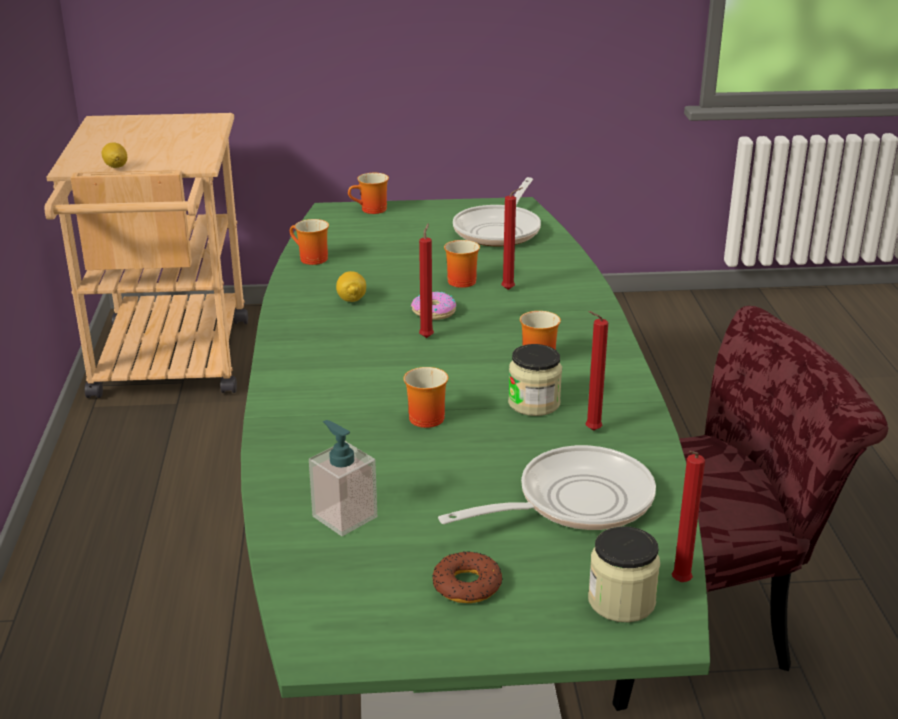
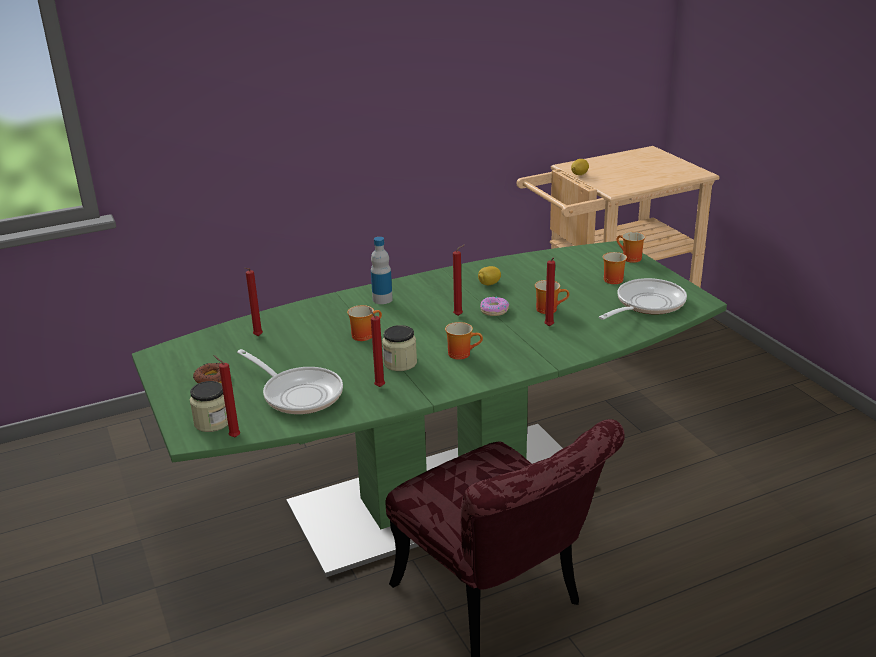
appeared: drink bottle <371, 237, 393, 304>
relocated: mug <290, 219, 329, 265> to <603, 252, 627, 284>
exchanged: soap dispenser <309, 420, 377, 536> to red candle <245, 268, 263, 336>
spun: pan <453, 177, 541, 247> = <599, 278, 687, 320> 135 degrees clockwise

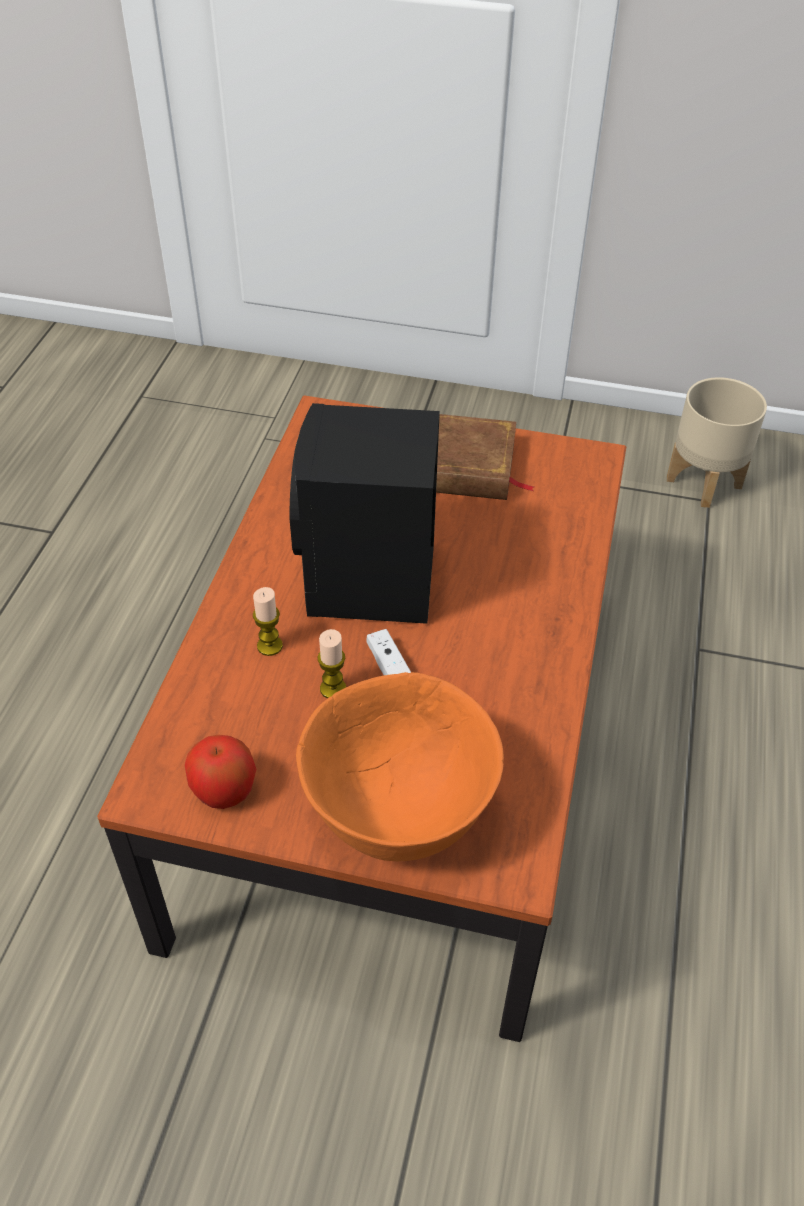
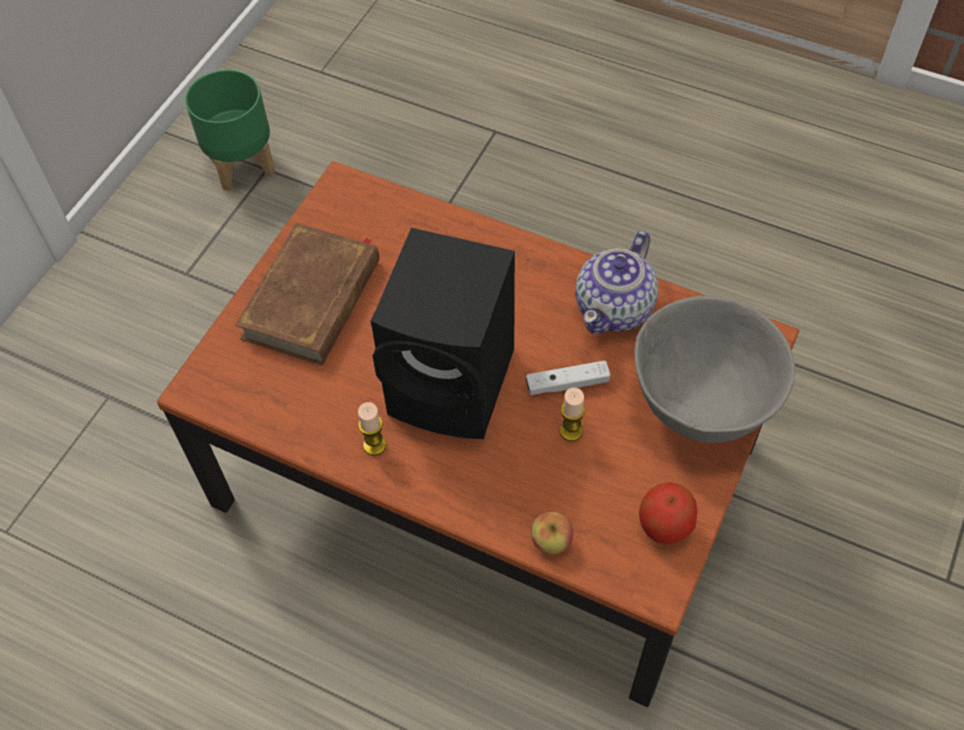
appeared: whole apple <531, 512, 573, 555>; pot for tea <575, 231, 658, 334>
relocated: candle <253, 587, 283, 656> to <358, 402, 386, 456>
colour: orangey serving bowl <296, 672, 504, 862> to grey serving bowl <635, 296, 795, 443>; beige planter <667, 377, 767, 508> to green planter <185, 69, 276, 191>

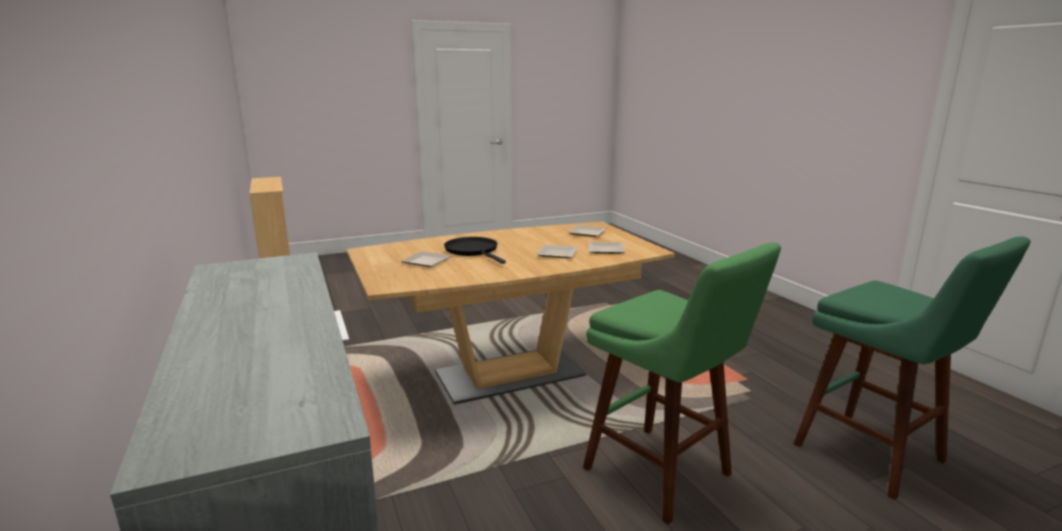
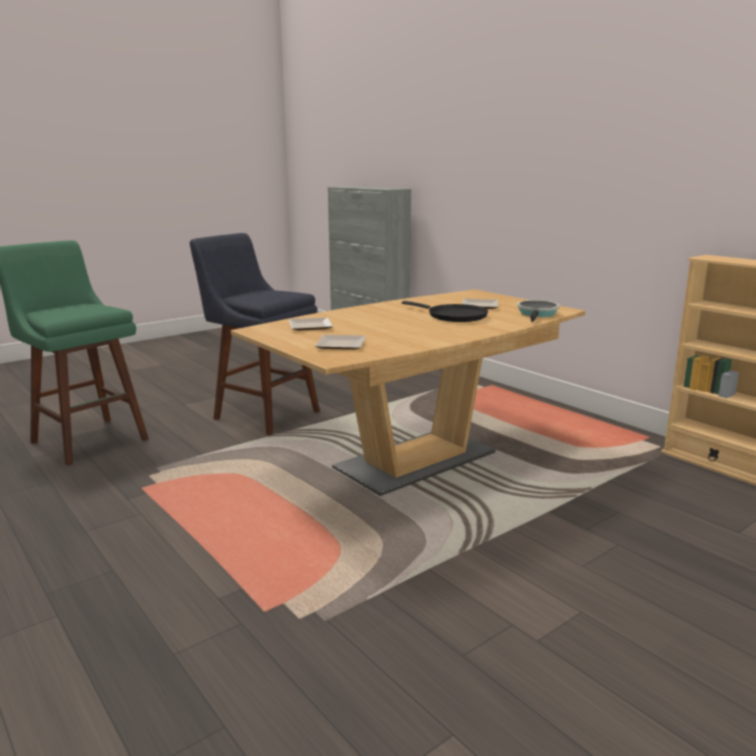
missing: plate <537, 245, 578, 258>
appeared: pan <517, 300, 560, 322>
colour: green stool seat <583, 242, 781, 525> to blue-coloured stool seat <190, 233, 320, 435>

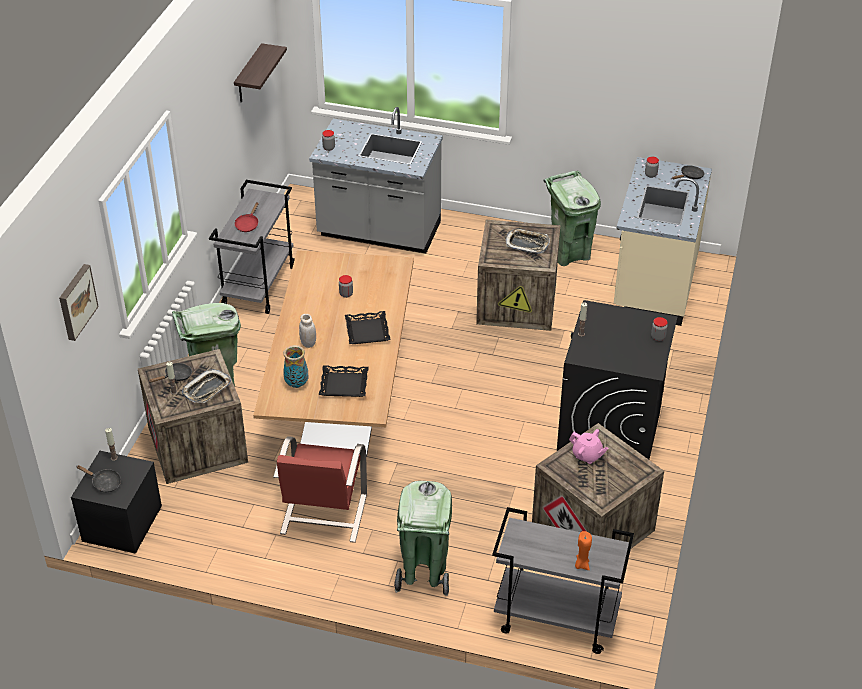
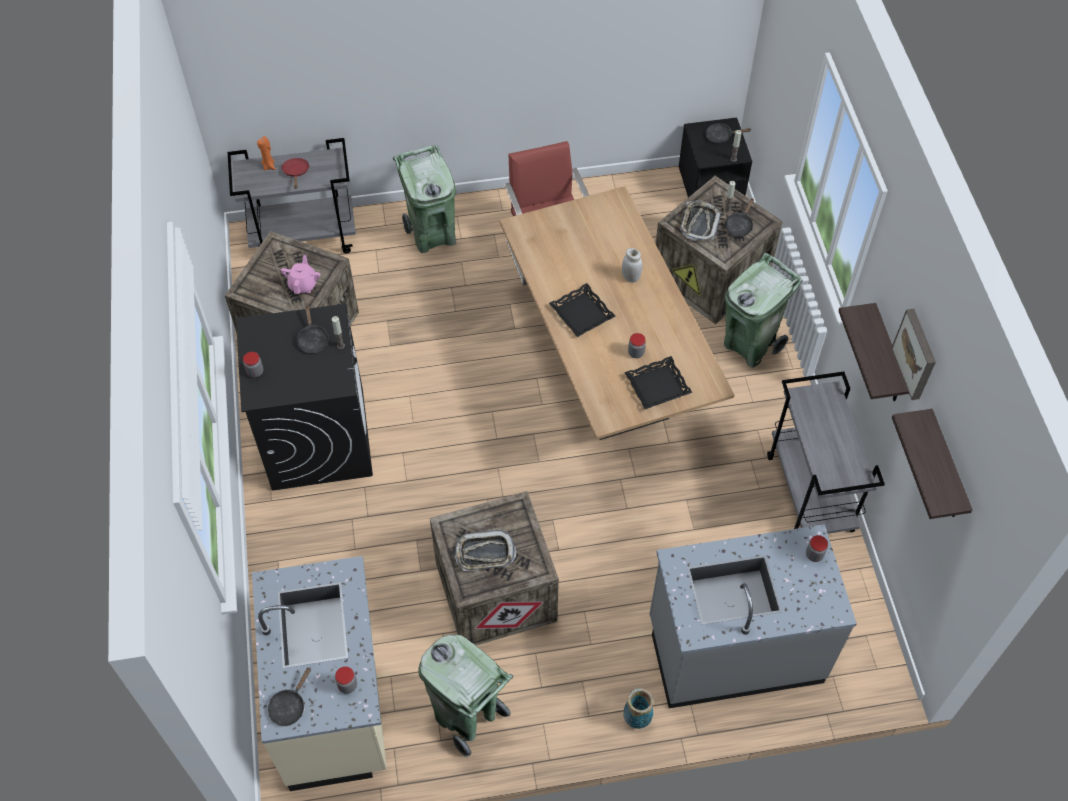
appeared: black pan <297, 305, 329, 353>; bracket shelf <839, 303, 909, 401>
relocated: picture <59, 264, 99, 341> to <891, 309, 936, 400>; red pan <235, 202, 259, 232> to <281, 158, 310, 189>; flower vase <283, 345, 308, 388> to <623, 688, 654, 729>; black carrying tray <319, 365, 369, 397> to <624, 356, 692, 409>
spun: pink-coloured pot for tea <569, 429, 608, 464> = <281, 255, 320, 294> 90 degrees clockwise

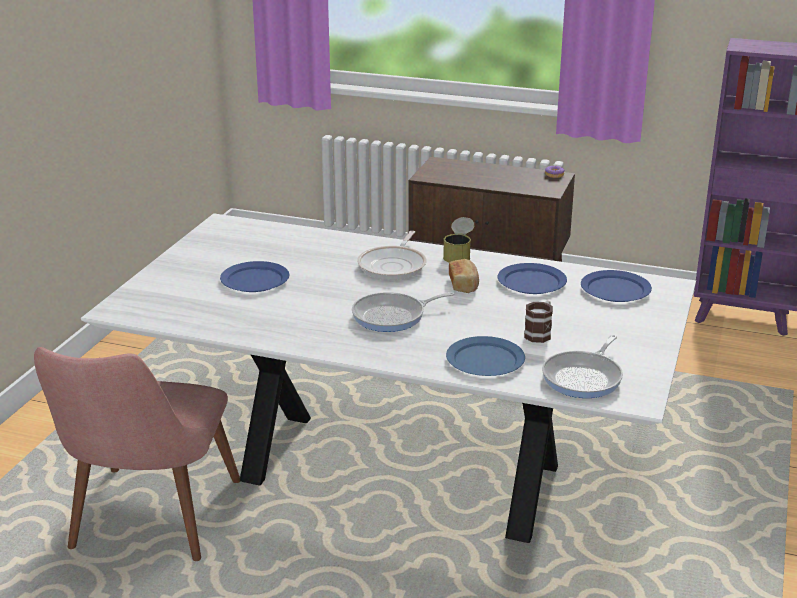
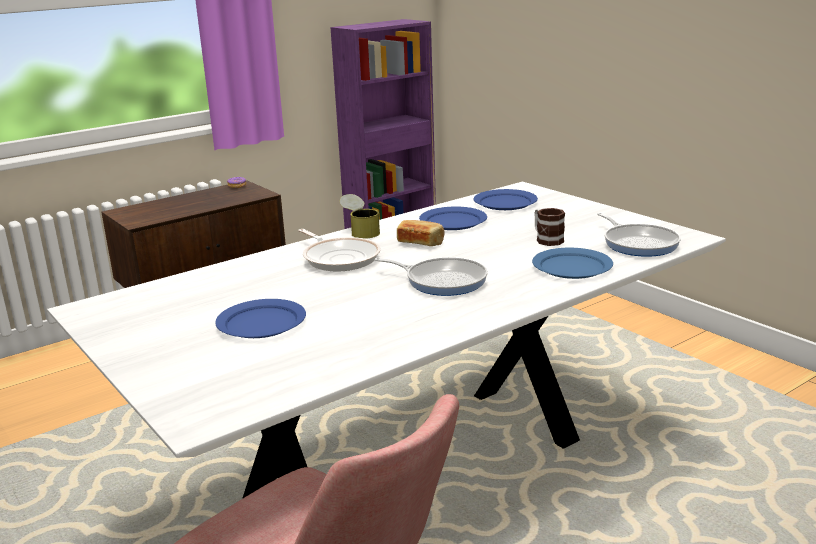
spun: pan <352, 292, 454, 332> = <375, 257, 488, 296> 75 degrees counterclockwise

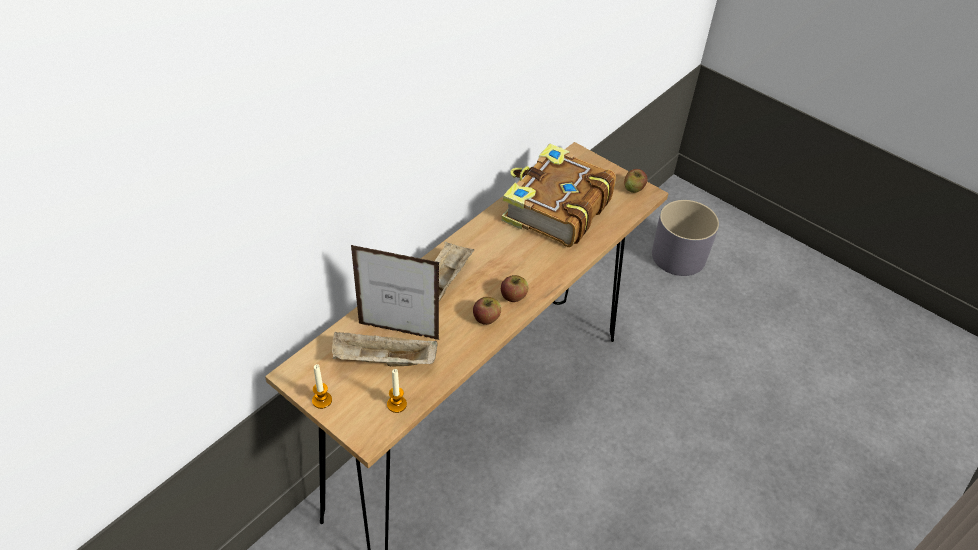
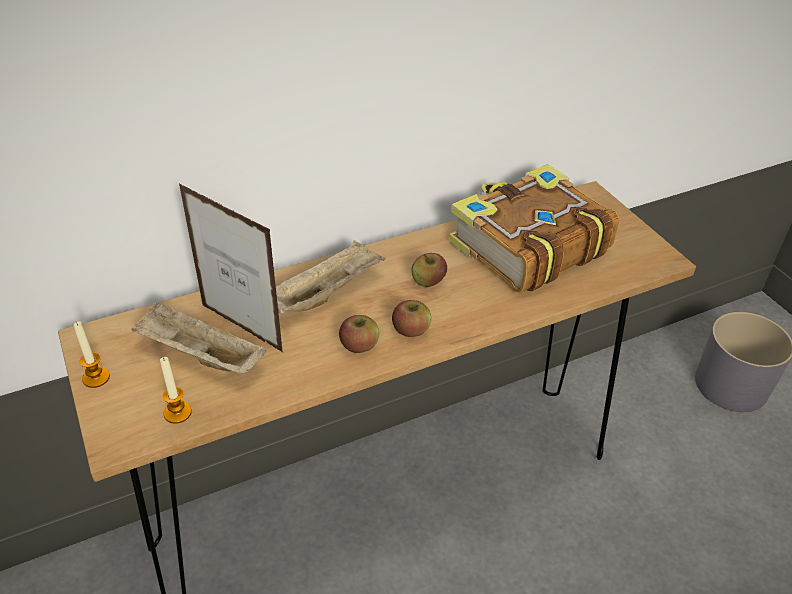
relocated: whole apple <624, 169, 648, 193> to <411, 253, 447, 287>

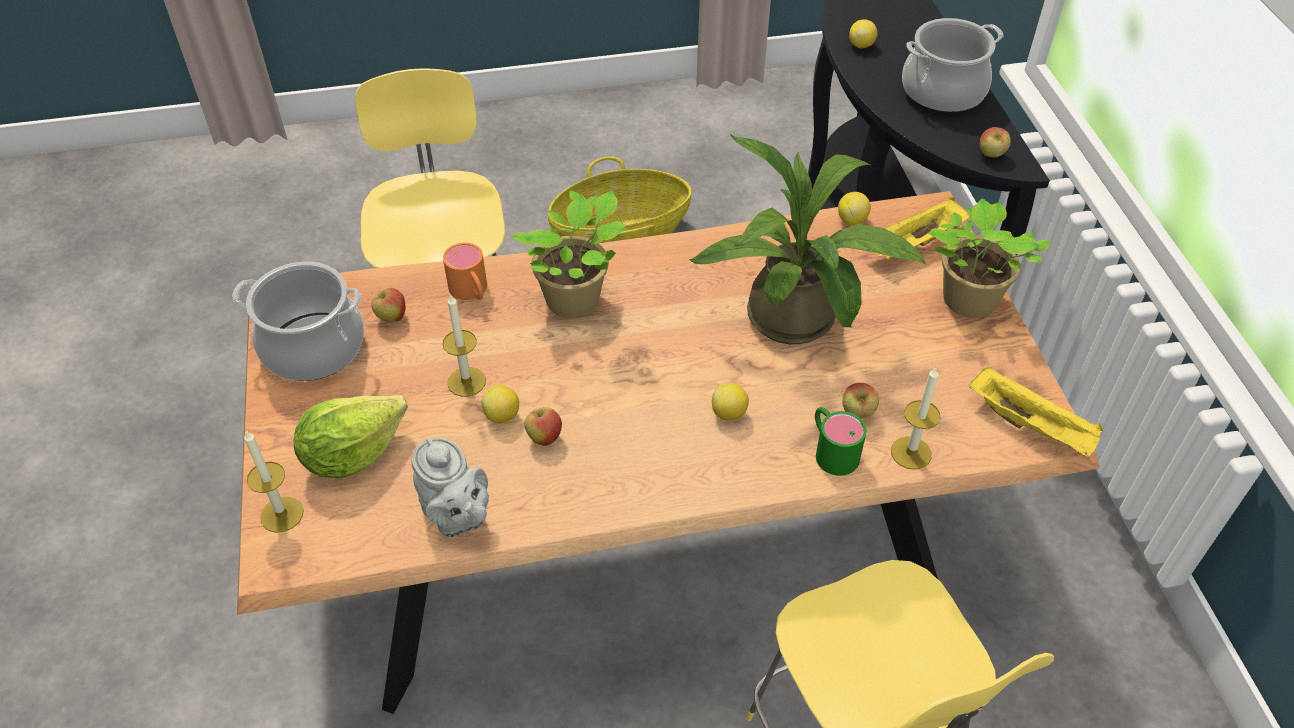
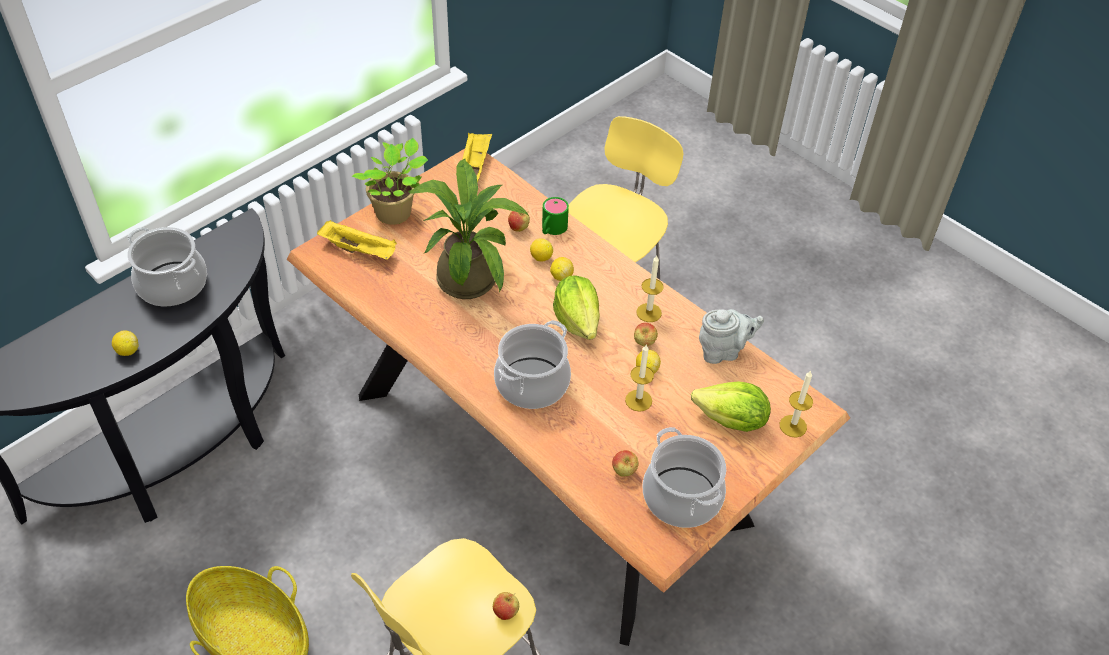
missing: orangey mug <443, 243, 487, 300>
appeared: head of lettuce <553, 275, 600, 340>
relocated: citrus fruit <838, 192, 871, 225> to <530, 238, 553, 261>; candle <891, 368, 940, 470> to <636, 256, 664, 322>; whole apple <980, 127, 1011, 157> to <493, 592, 519, 620>
exchanged: plant in a pot <510, 190, 625, 318> to cooking pot <494, 320, 571, 409>
spun: grey pot for tea <411, 437, 489, 537> = <699, 309, 764, 364> 60 degrees clockwise

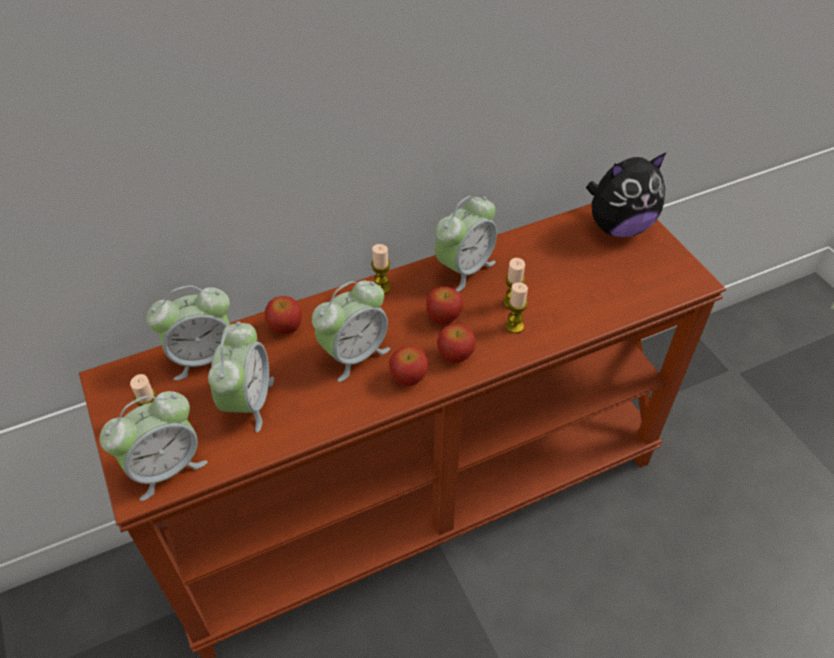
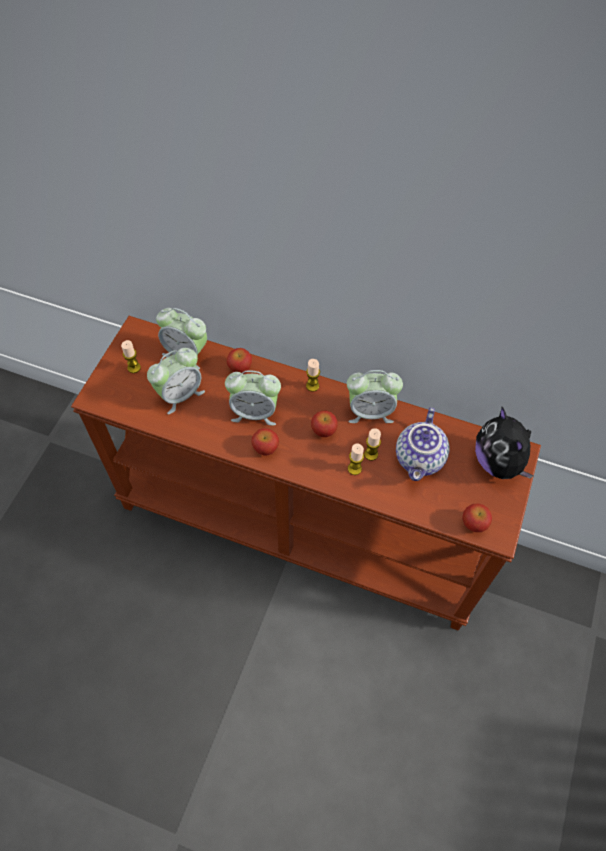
missing: bedside clock <100, 391, 207, 501>
appeared: pot for tea <396, 407, 449, 481>
relocated: whole apple <437, 324, 476, 363> to <463, 503, 492, 532>
spun: cuddly toy <586, 153, 666, 237> = <475, 407, 534, 479> 45 degrees clockwise

